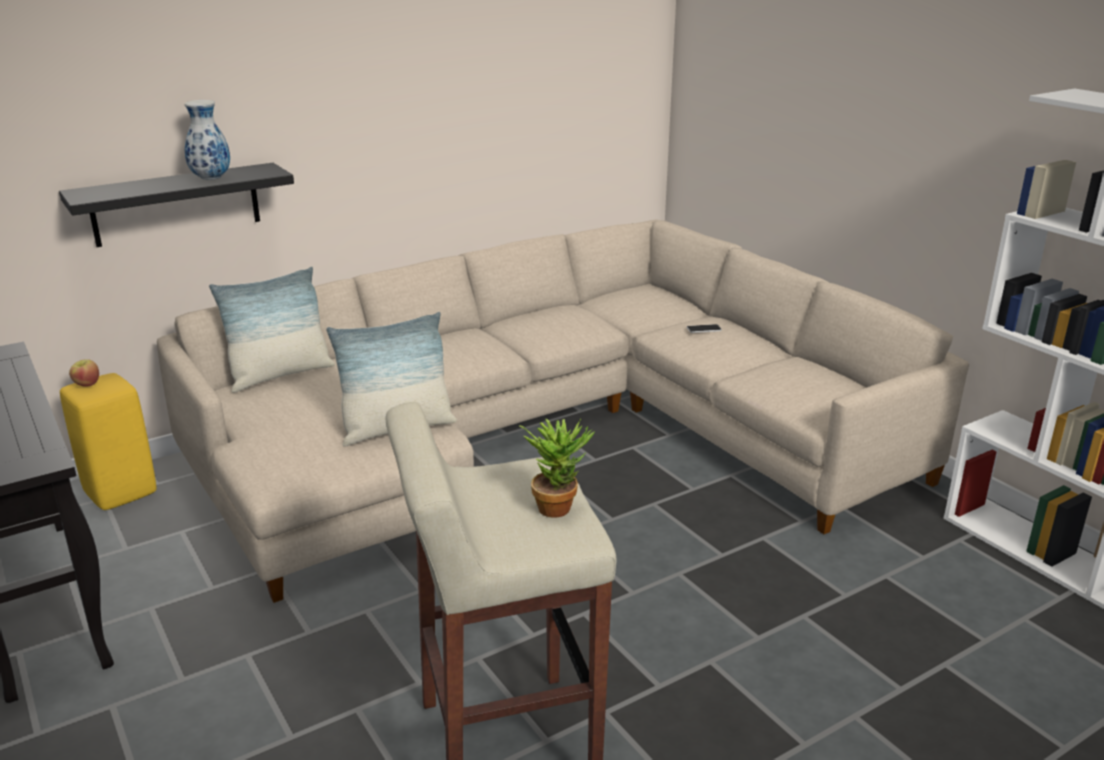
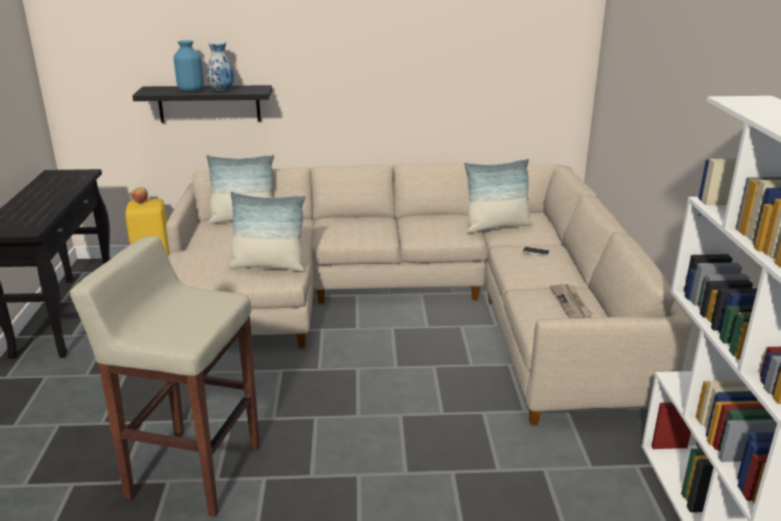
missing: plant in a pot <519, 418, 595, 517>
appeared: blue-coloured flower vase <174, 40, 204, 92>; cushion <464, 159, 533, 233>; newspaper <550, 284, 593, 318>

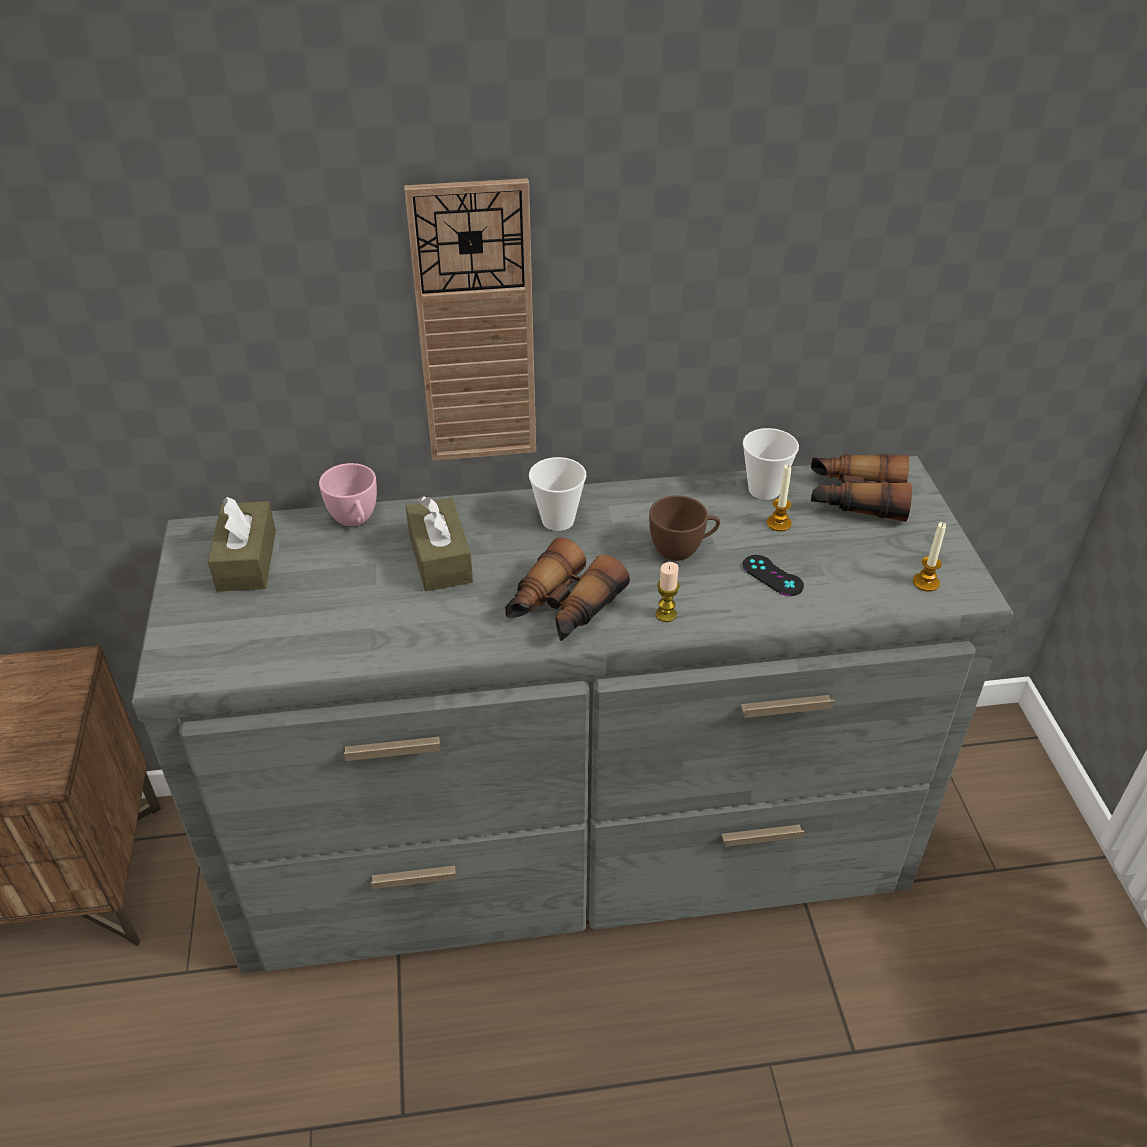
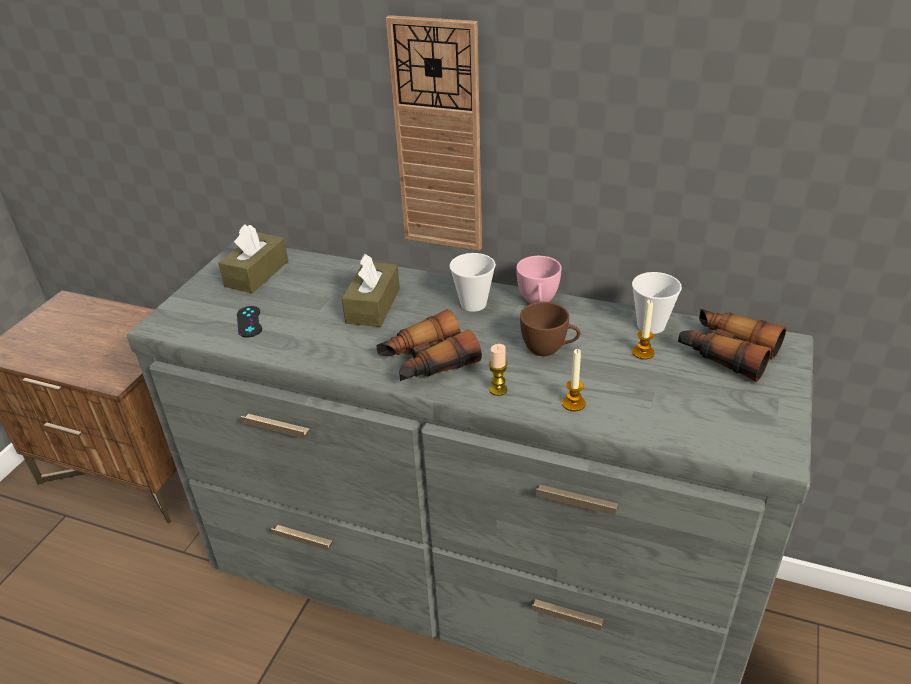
relocated: pink-coloured drinking cup <319, 463, 377, 526> to <516, 256, 562, 304>; black joypad <742, 555, 804, 596> to <237, 306, 262, 338>; candle <913, 522, 946, 592> to <562, 349, 586, 411>

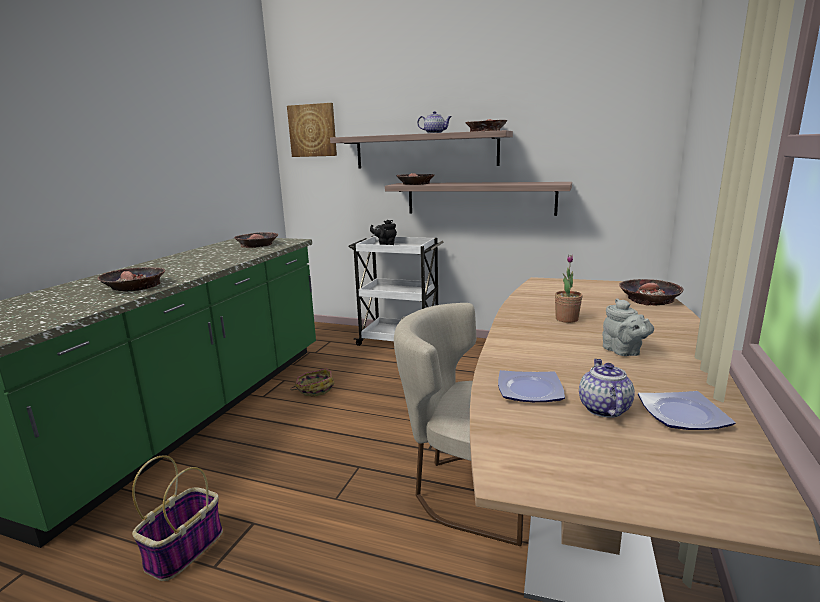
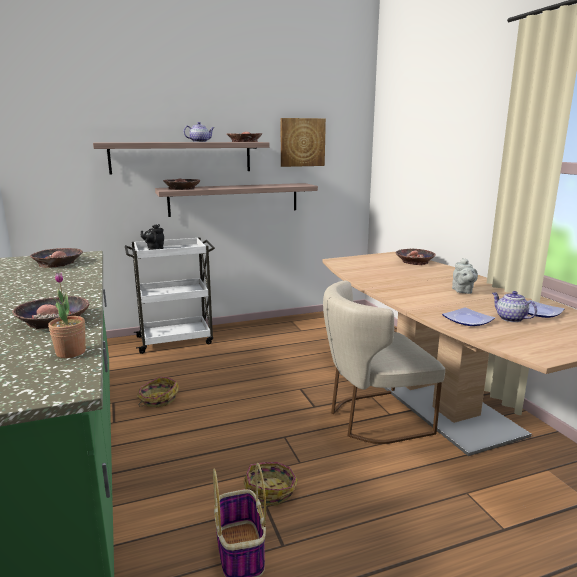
appeared: basket <244, 462, 298, 506>
relocated: picture <287, 103, 337, 157> to <281, 118, 326, 167>; plant in a pot <555, 254, 582, 323> to <48, 272, 86, 358>
spun: grey pot for tea <602, 298, 654, 356> = <452, 258, 478, 294> 60 degrees clockwise

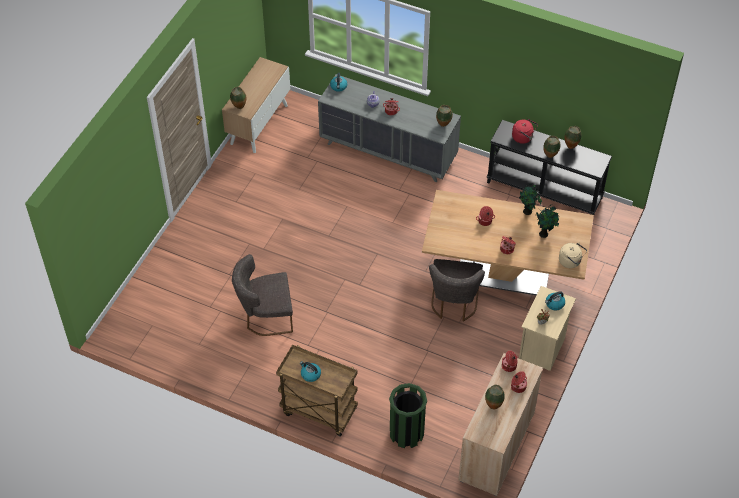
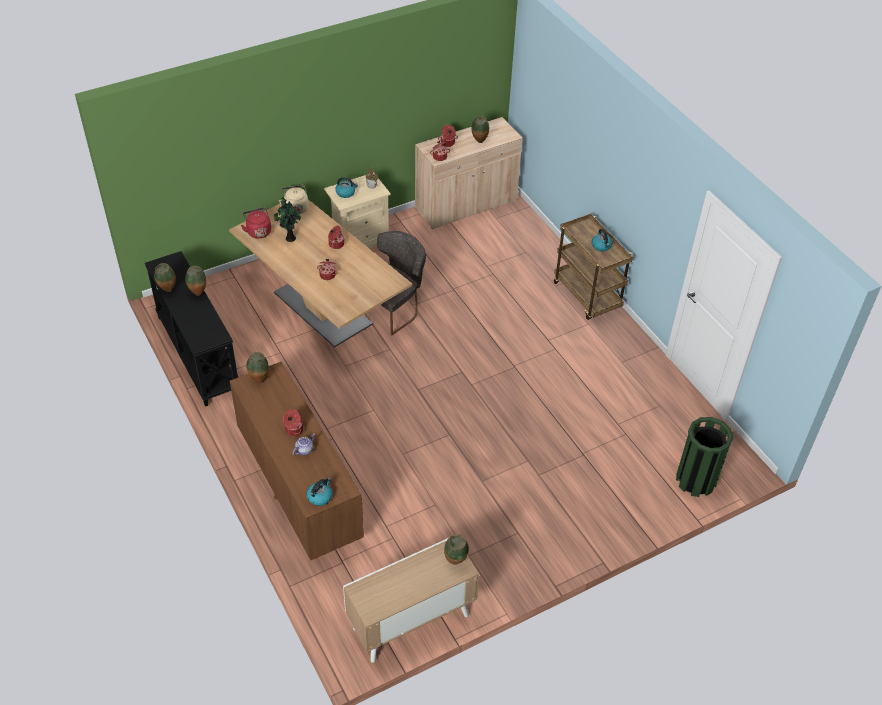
missing: grey chair <232, 254, 293, 336>; plant in a pot <519, 184, 542, 215>
relocated: green trash can <389, 383, 427, 448> to <676, 417, 733, 497>; red tea kettle <512, 119, 538, 144> to <241, 207, 271, 239>
colour: grey drawer chest <318, 74, 461, 182> to brown drawer chest <230, 362, 364, 560>

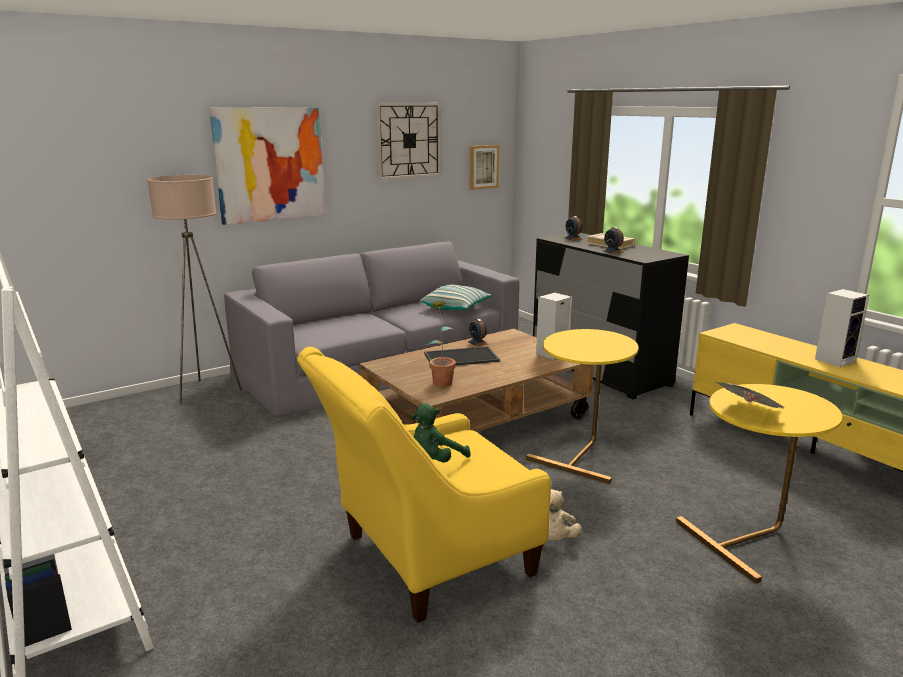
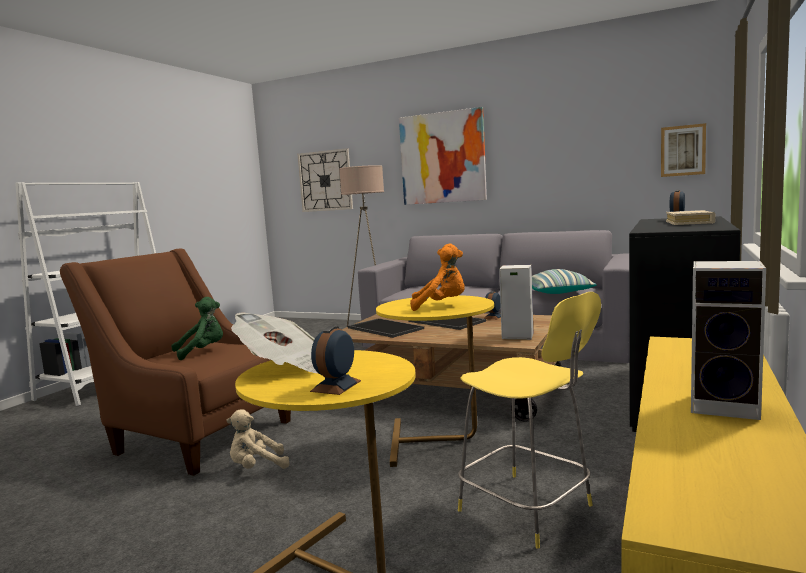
appeared: orangey cuddly toy <410, 244, 465, 311>; yellow-coloured stool seat <458, 292, 601, 549>
relocated: wall clock <376, 103, 441, 180> to <297, 148, 353, 212>; bedside clock <603, 227, 624, 254> to <310, 326, 361, 395>
exchanged: plant in a pot <427, 301, 456, 387> to carrying tray <348, 318, 424, 338>
colour: yellow-coloured lounge chair <297, 347, 551, 623> to brown lounge chair <60, 248, 291, 476>
spun: green cuddly toy <411, 403, 471, 462> = <171, 297, 223, 360> 135 degrees clockwise

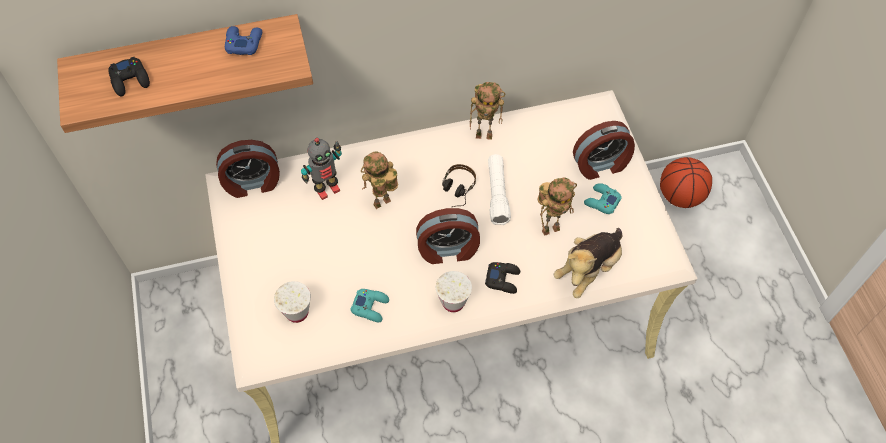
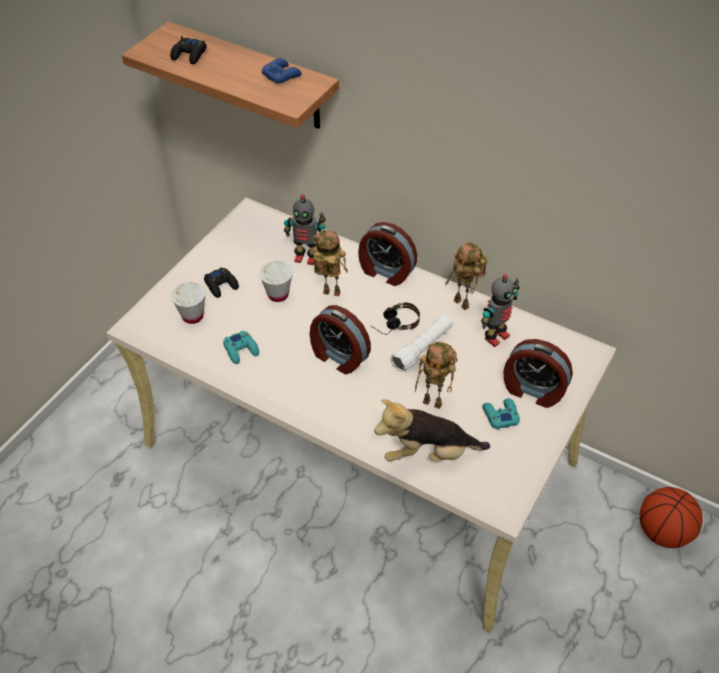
appeared: model robot <481, 274, 520, 347>
relocated: bedside clock <216, 140, 280, 198> to <358, 222, 417, 286>; whitish drinking cup <436, 271, 472, 312> to <259, 261, 293, 302>; black joypad <485, 262, 520, 294> to <204, 267, 239, 298>

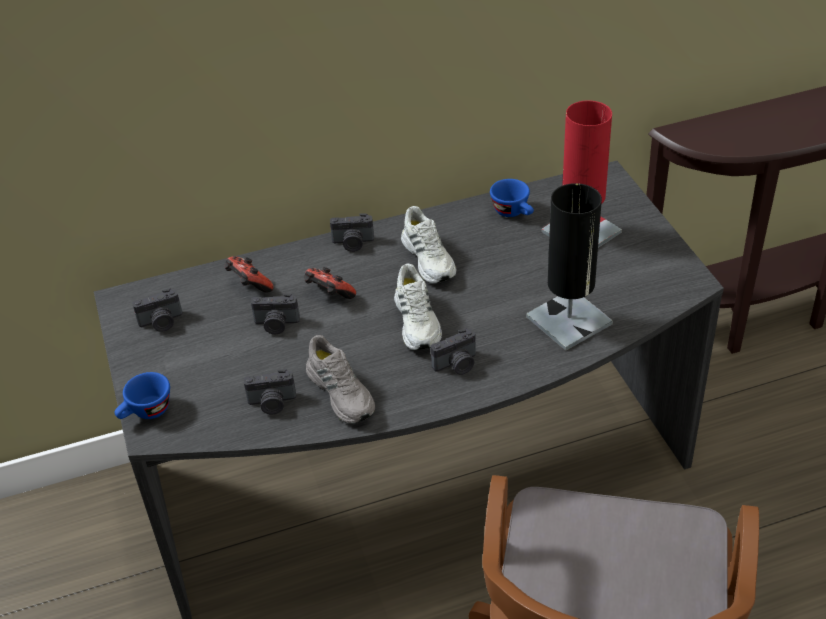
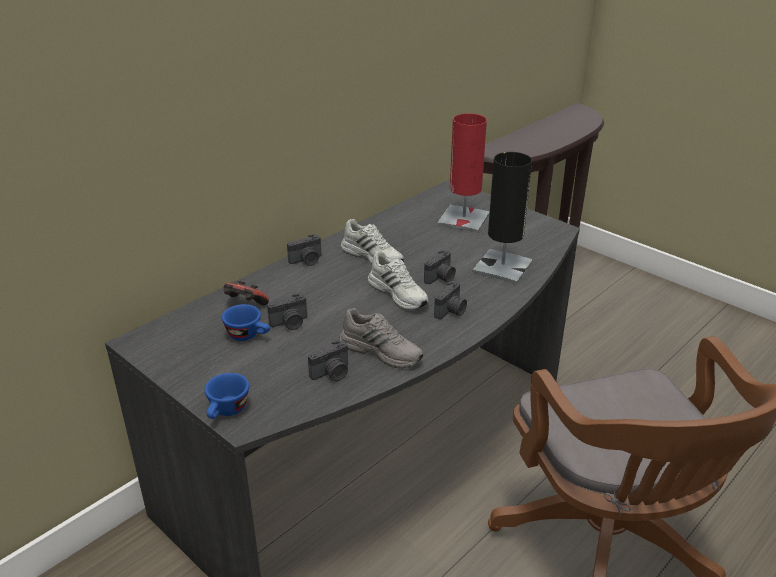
missing: joypad <305, 267, 356, 299>
relocated: photo camera <132, 288, 183, 332> to <424, 250, 456, 284>; blue-coloured drinking cup <490, 179, 534, 217> to <222, 304, 270, 341>

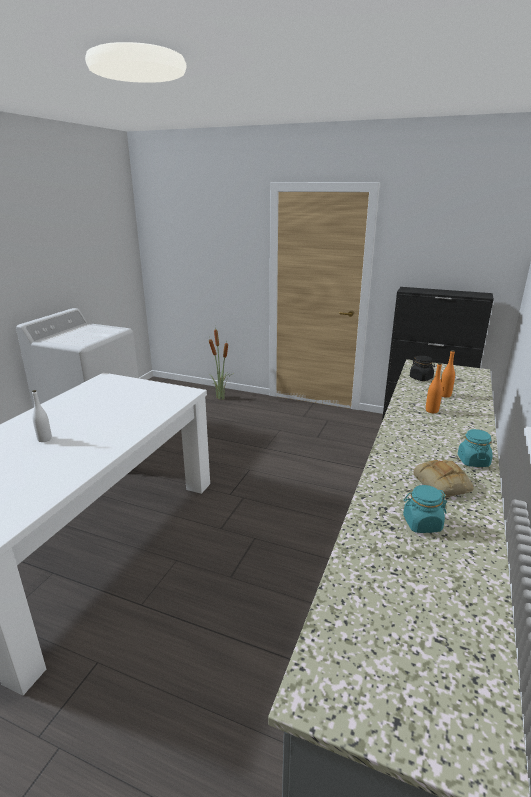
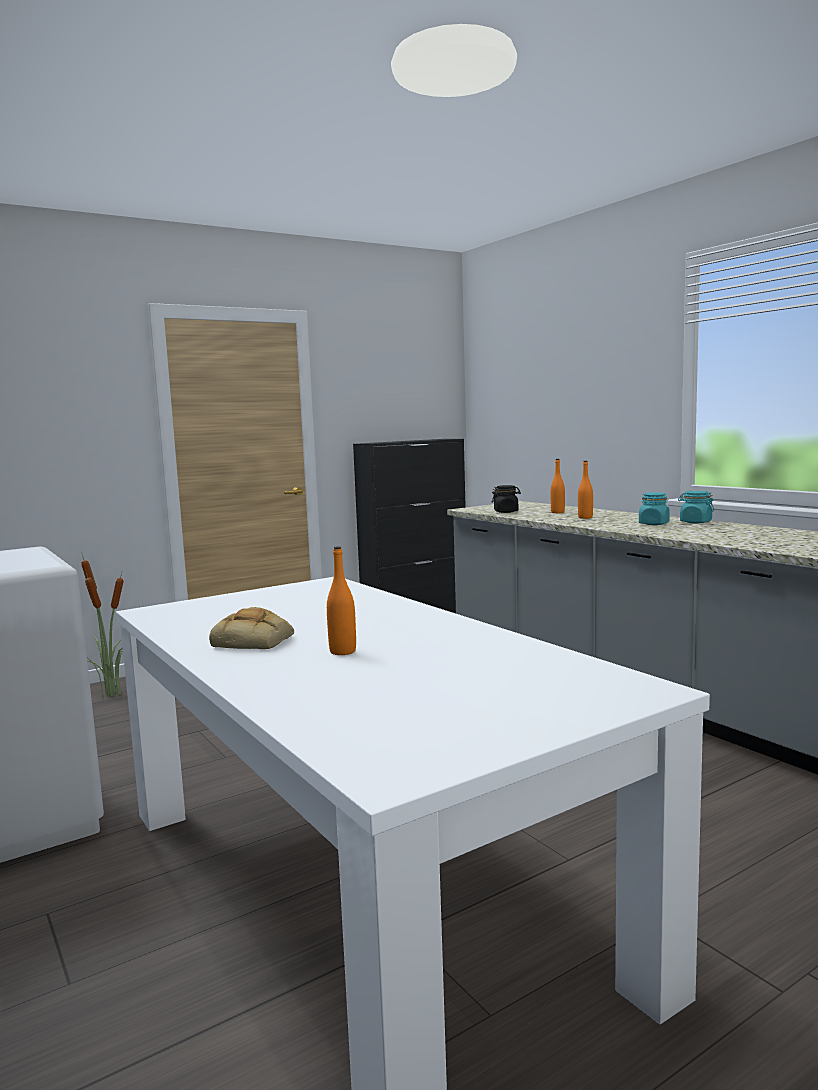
relocated: turquoise-coloured jar <403, 485, 447, 533> to <639, 492, 670, 525>; bread <414, 460, 474, 497> to <209, 607, 294, 649>
colour: whitish drink bottle <32, 390, 52, 442> to orangey drink bottle <327, 546, 356, 655>

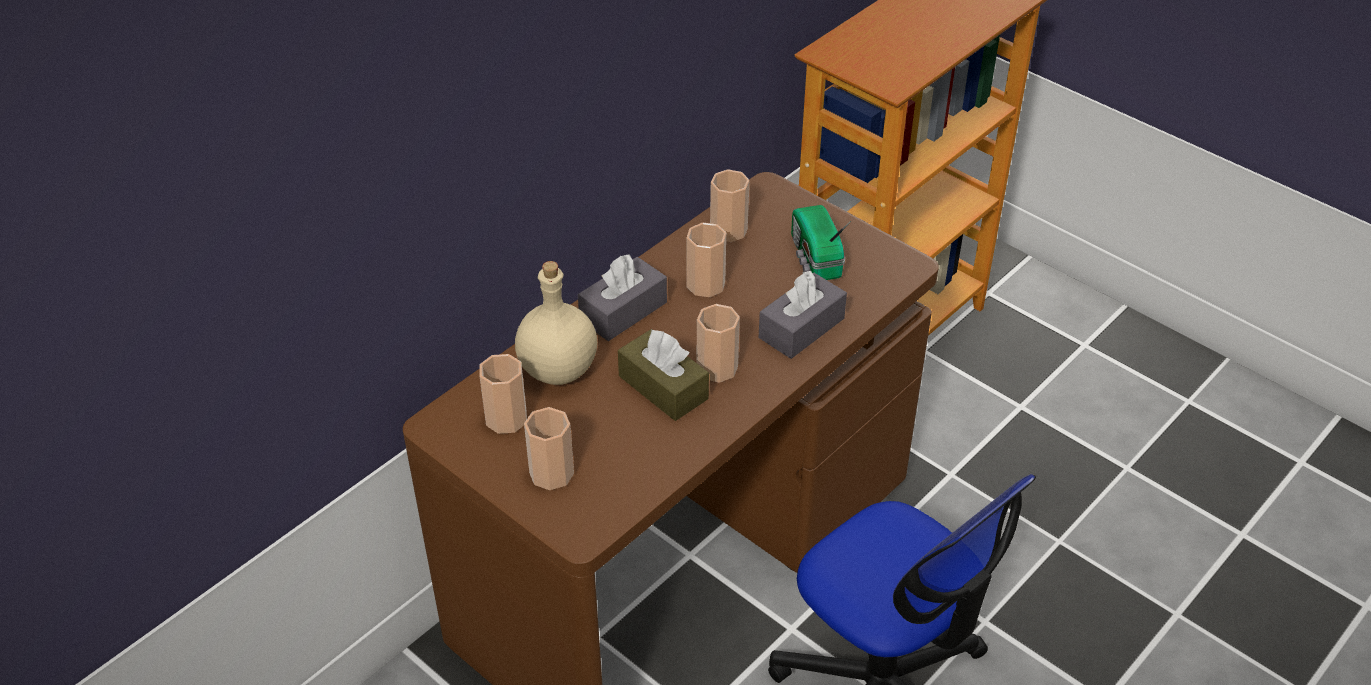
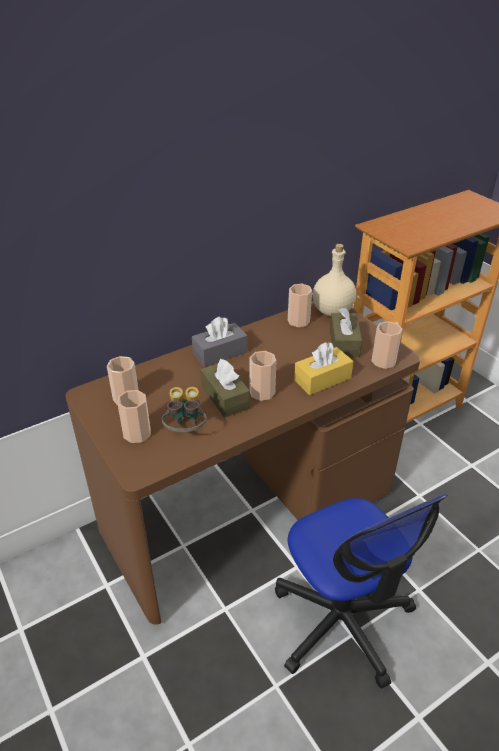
appeared: pair of binoculars <162, 387, 207, 432>
relocated: beige drink bottle <515, 261, 597, 385> to <313, 244, 356, 316>; drinking cup <686, 223, 726, 297> to <371, 321, 402, 369>
exchanged: radio set <791, 205, 851, 280> to brown tissue holder <330, 308, 362, 358>
colour: grey tissue holder <759, 271, 847, 359> to yellow-coloured tissue holder <294, 342, 353, 395>

